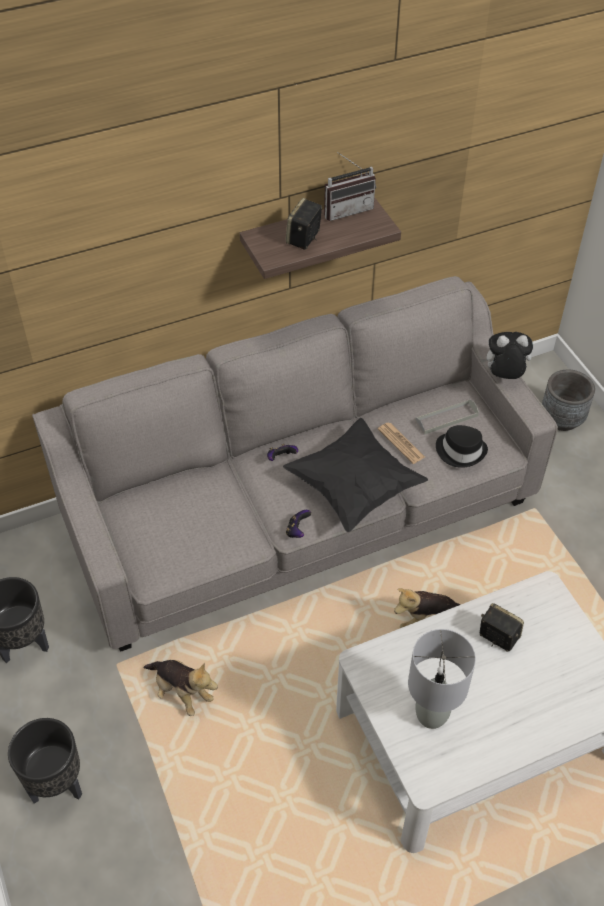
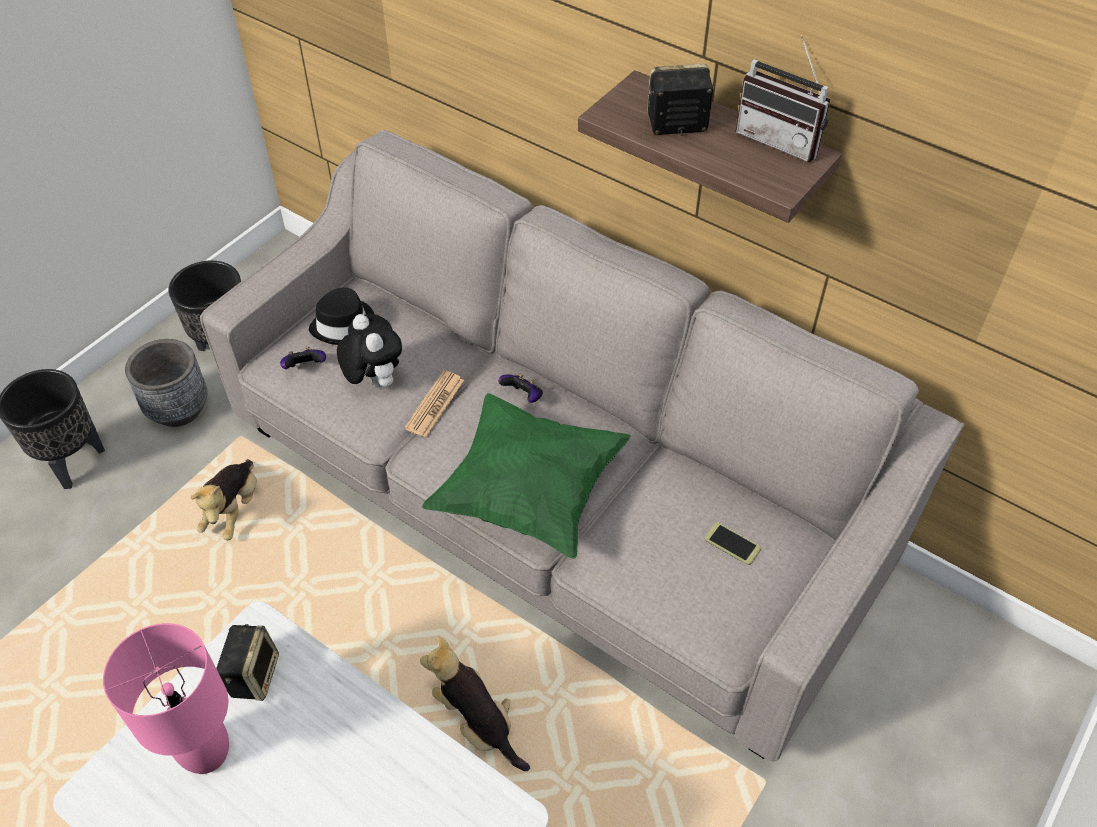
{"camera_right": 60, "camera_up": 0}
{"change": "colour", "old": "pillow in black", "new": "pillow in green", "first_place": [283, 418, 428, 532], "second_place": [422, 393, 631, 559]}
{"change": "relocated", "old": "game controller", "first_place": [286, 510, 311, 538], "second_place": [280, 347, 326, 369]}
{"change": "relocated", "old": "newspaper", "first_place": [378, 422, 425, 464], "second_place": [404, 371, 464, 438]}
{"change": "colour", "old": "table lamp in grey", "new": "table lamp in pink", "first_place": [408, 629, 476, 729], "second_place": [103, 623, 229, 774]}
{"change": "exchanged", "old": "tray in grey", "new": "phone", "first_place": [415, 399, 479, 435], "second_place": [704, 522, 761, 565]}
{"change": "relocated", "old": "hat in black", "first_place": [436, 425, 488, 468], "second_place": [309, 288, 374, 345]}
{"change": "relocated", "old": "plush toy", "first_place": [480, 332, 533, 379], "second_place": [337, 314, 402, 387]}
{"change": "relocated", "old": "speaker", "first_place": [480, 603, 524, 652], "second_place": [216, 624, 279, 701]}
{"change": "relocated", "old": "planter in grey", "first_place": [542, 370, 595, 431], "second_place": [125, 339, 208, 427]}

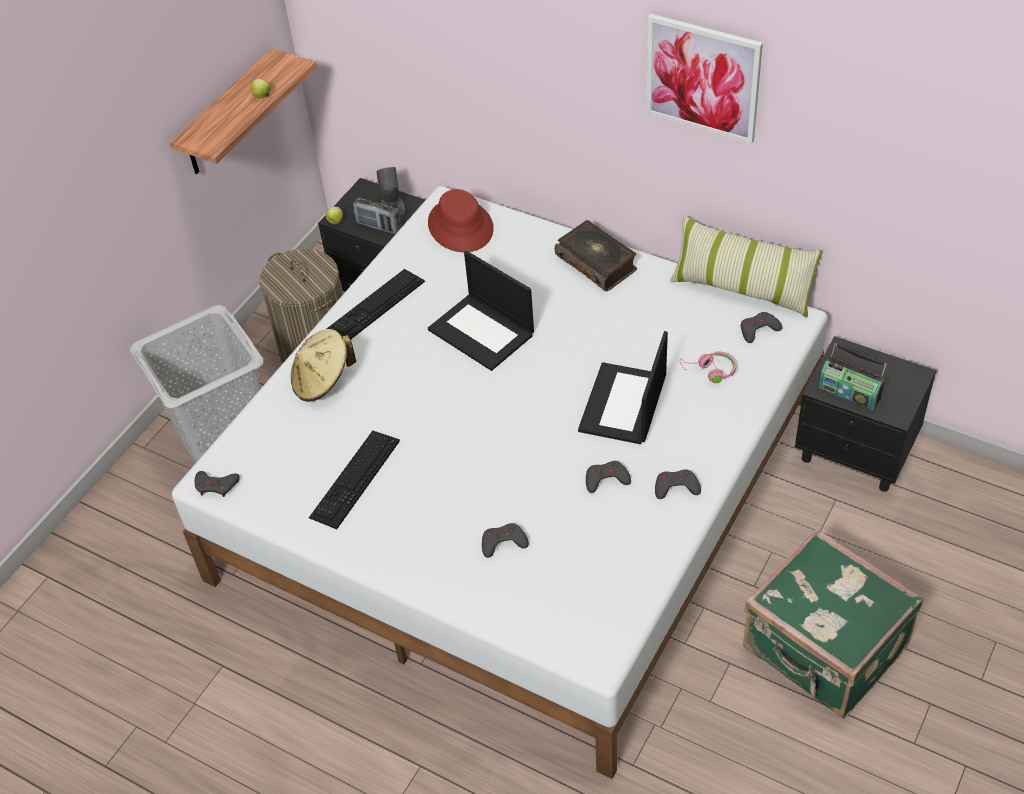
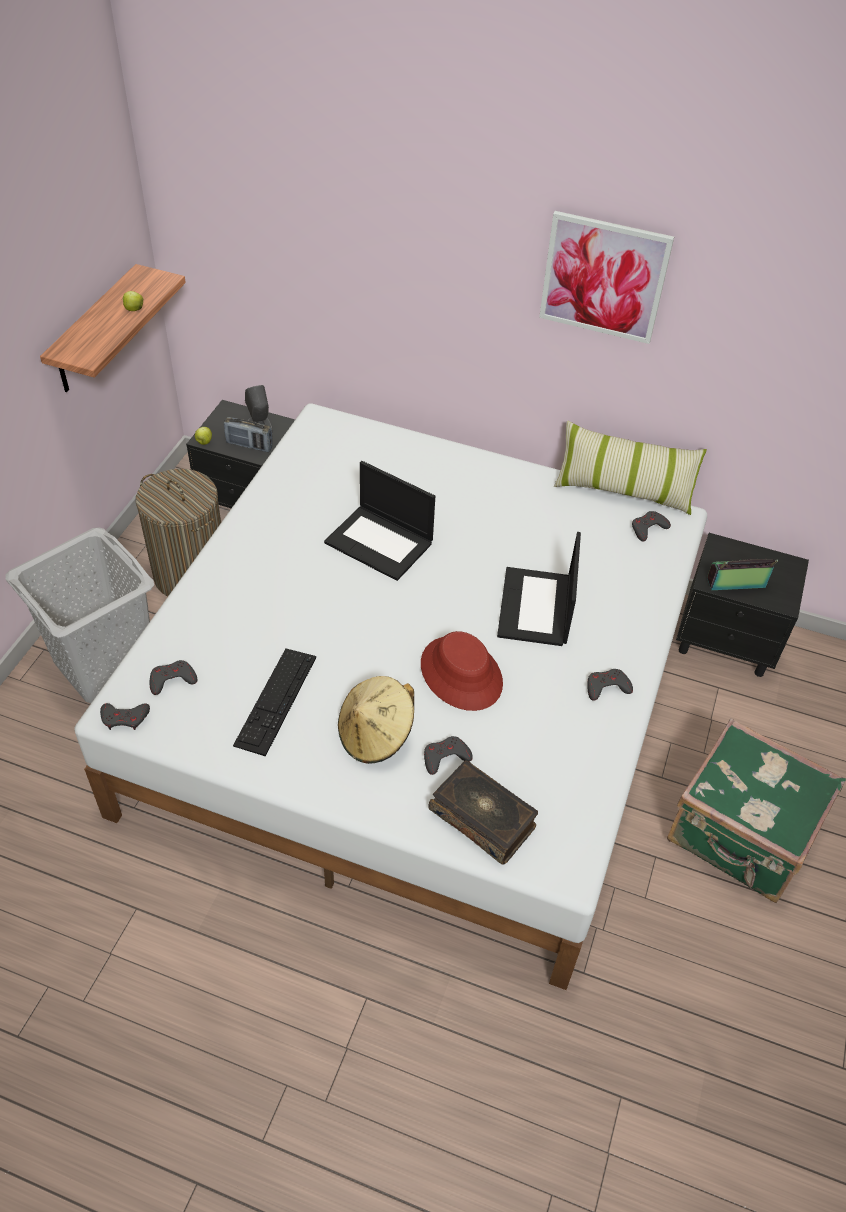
{"camera_right": -15, "camera_up": 0}
{"change": "relocated", "old": "hat in beige", "first_place": [291, 329, 356, 402], "second_place": [338, 676, 414, 764]}
{"change": "missing", "old": "keyboard", "first_place": [327, 269, 425, 339]}
{"change": "relocated", "old": "hat in red", "first_place": [428, 189, 494, 252], "second_place": [421, 631, 503, 711]}
{"change": "relocated", "old": "book", "first_place": [555, 220, 637, 291], "second_place": [429, 760, 538, 865]}
{"change": "relocated", "old": "game controller in grey", "first_place": [586, 461, 631, 493], "second_place": [150, 660, 197, 695]}
{"change": "missing", "old": "headphones in pink", "first_place": [680, 351, 736, 383]}
{"change": "spun", "old": "radio", "first_place": [819, 343, 887, 410], "second_place": [707, 559, 778, 590], "degrees": 150}

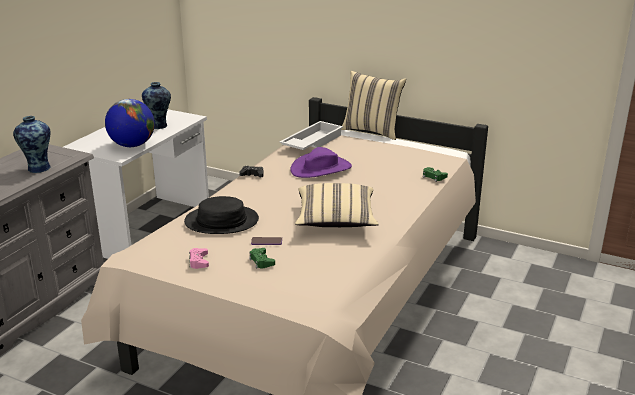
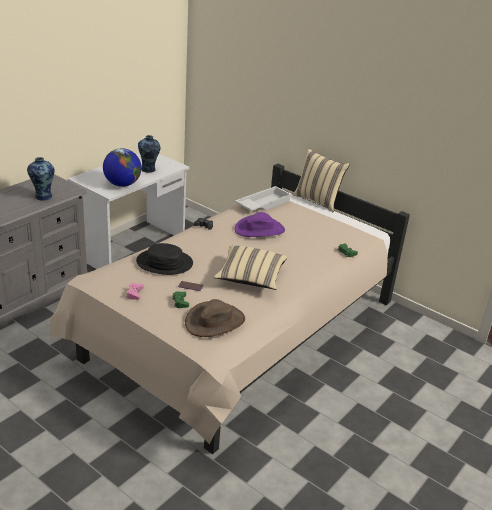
{"camera_right": 10, "camera_up": 5}
{"change": "appeared", "new": "hat in brown", "second_place": [185, 299, 245, 337]}

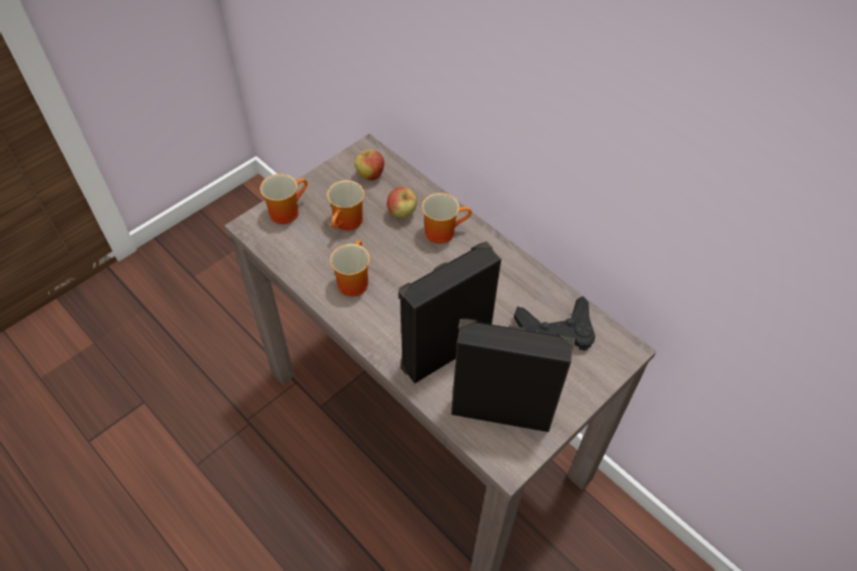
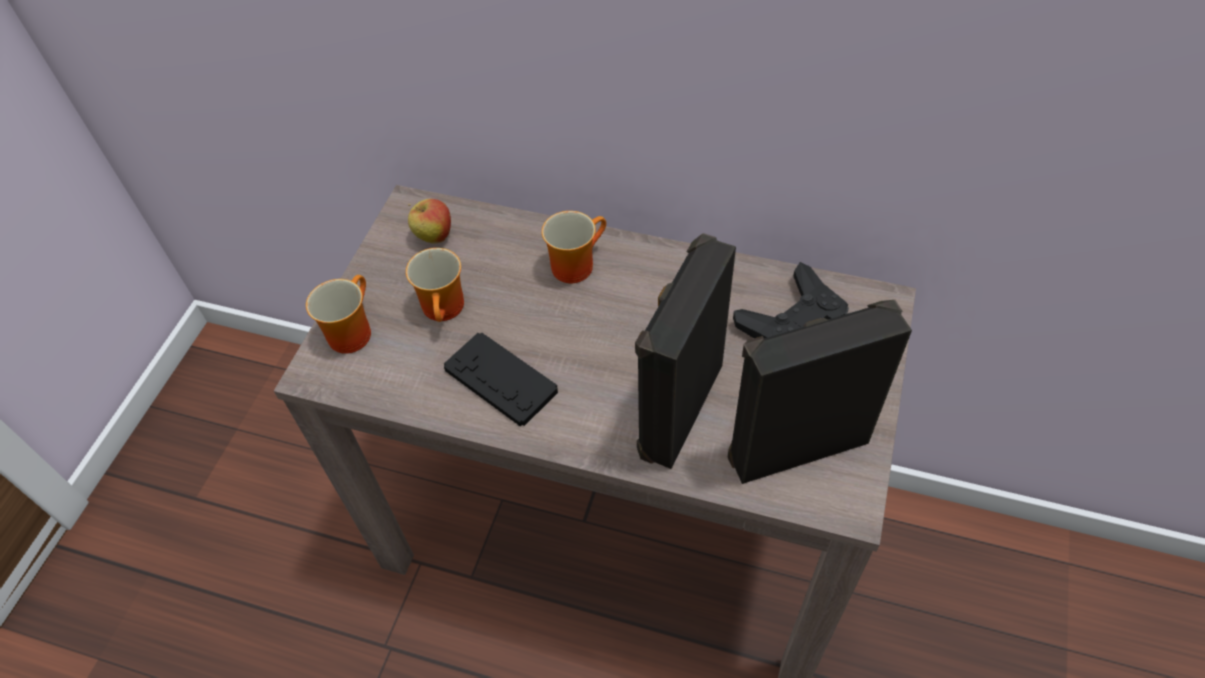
{"camera_right": -25, "camera_up": 0}
{"change": "exchanged", "old": "mug", "new": "game controller in black", "first_place": [330, 240, 370, 297], "second_place": [444, 332, 558, 426]}
{"change": "missing", "old": "apple", "first_place": [387, 187, 417, 219]}

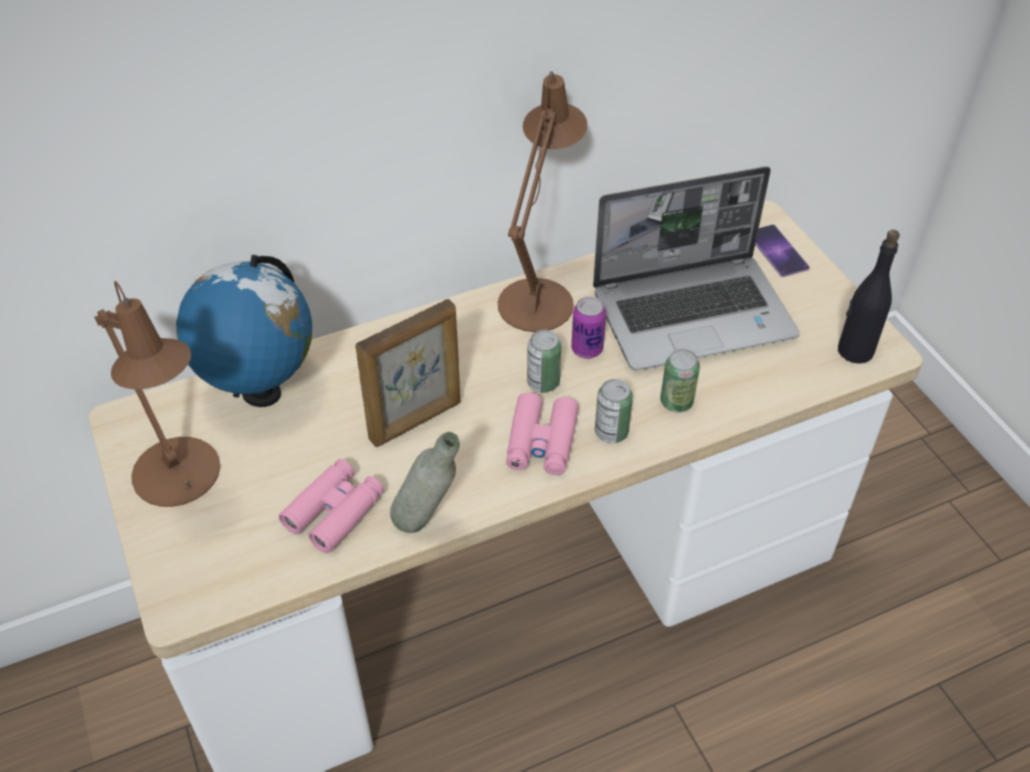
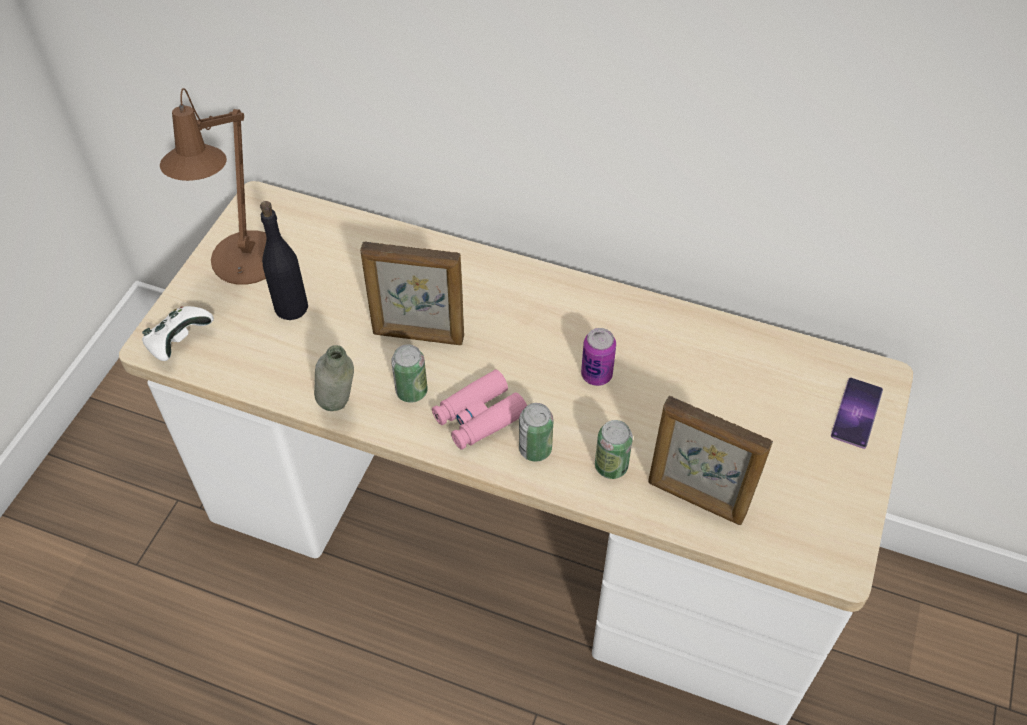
{"camera_right": 45, "camera_up": 5}
{"change": "missing", "old": "globe", "first_place": [176, 255, 312, 407]}
{"change": "missing", "old": "binoculars in pink", "first_place": [279, 459, 384, 553]}
{"change": "missing", "old": "table lamp in brown", "first_place": [498, 71, 588, 332]}
{"change": "relocated", "old": "can", "first_place": [527, 330, 561, 393], "second_place": [391, 344, 428, 403]}
{"change": "missing", "old": "laptop", "first_place": [593, 167, 800, 370]}
{"change": "relocated", "old": "bottle in black", "first_place": [838, 230, 900, 364], "second_place": [260, 201, 308, 320]}
{"change": "appeared", "new": "game controller in white", "second_place": [142, 306, 214, 361]}
{"change": "appeared", "new": "picture frame", "second_place": [648, 396, 773, 525]}

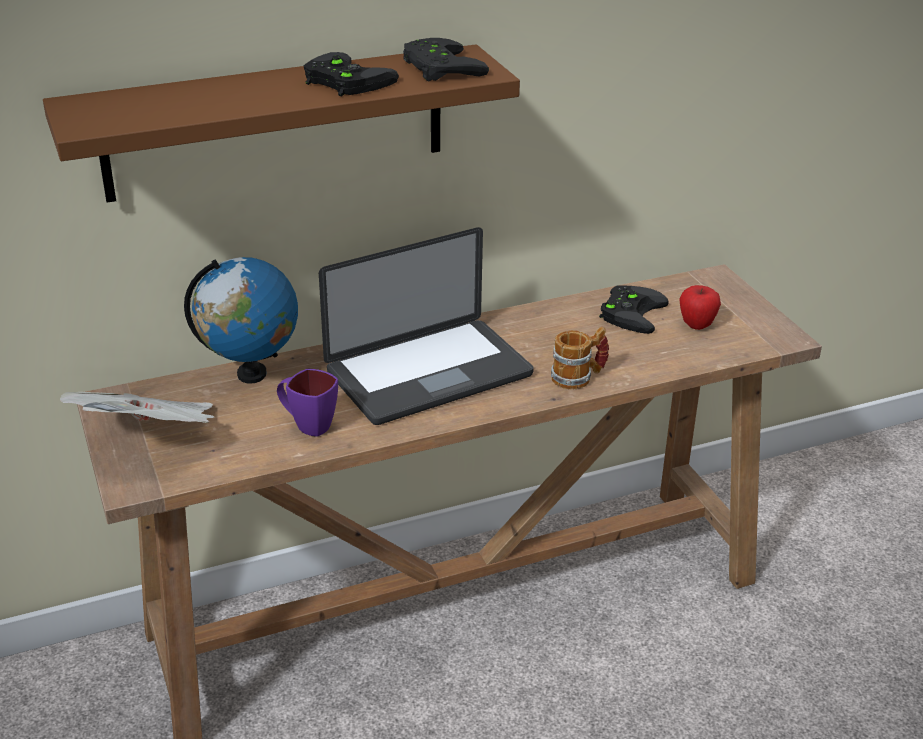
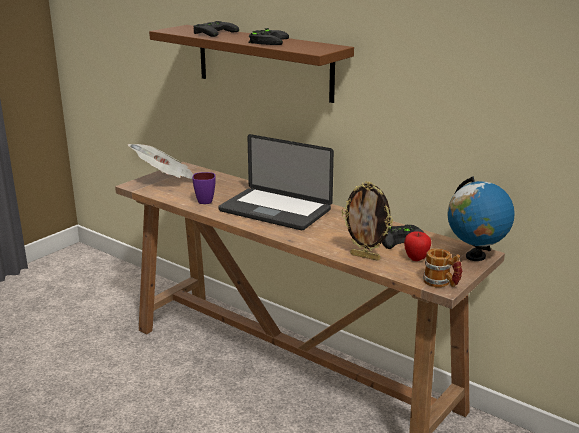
{"camera_right": 60, "camera_up": -10}
{"change": "relocated", "old": "globe", "first_place": [184, 257, 298, 384], "second_place": [447, 176, 515, 261]}
{"change": "relocated", "old": "game controller in black", "first_place": [403, 38, 489, 82], "second_place": [193, 21, 239, 37]}
{"change": "relocated", "old": "mug", "first_place": [551, 327, 609, 389], "second_place": [423, 248, 462, 287]}
{"change": "appeared", "new": "picture frame", "second_place": [342, 181, 393, 261]}

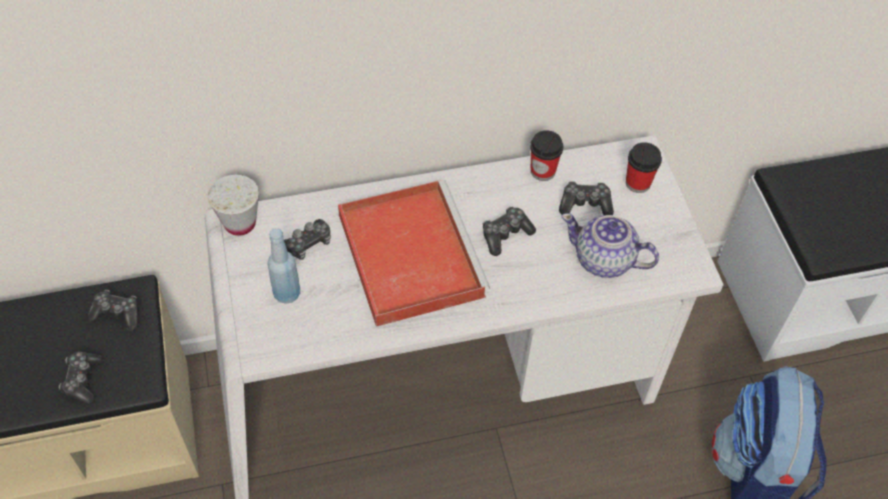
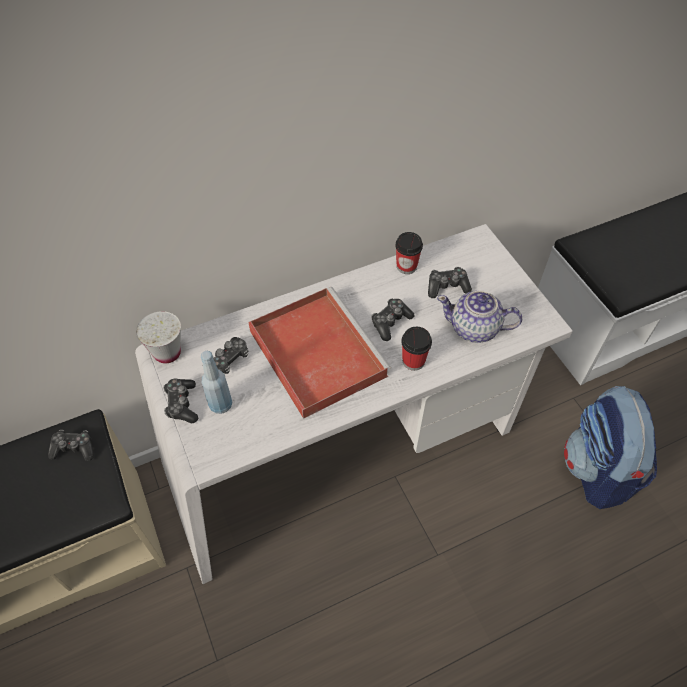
{"camera_right": -10, "camera_up": 0}
{"change": "relocated", "old": "game controller", "first_place": [59, 351, 104, 405], "second_place": [163, 379, 198, 423]}
{"change": "relocated", "old": "cup", "first_place": [626, 142, 662, 193], "second_place": [401, 327, 432, 371]}

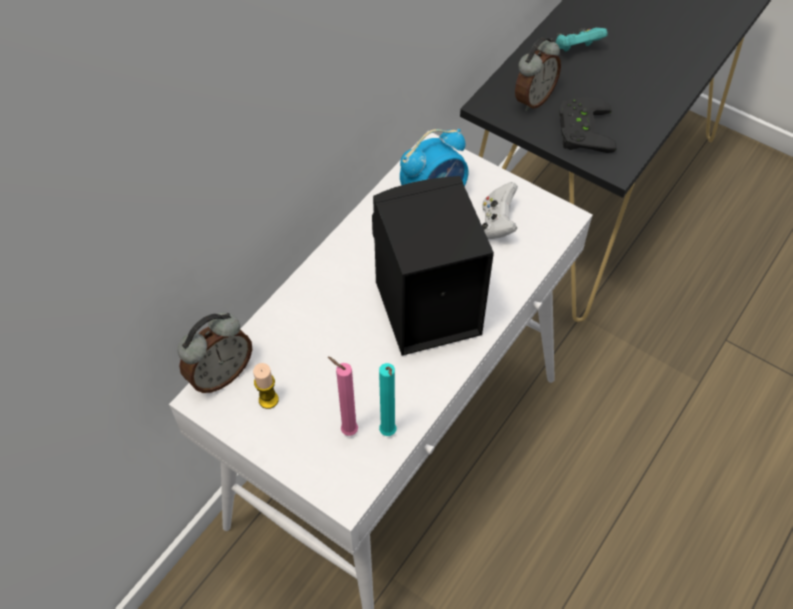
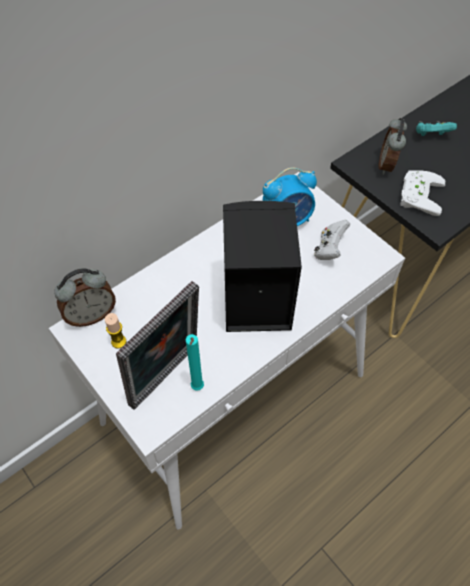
{"camera_right": 15, "camera_up": 0}
{"change": "exchanged", "old": "candle in pink", "new": "picture frame", "first_place": [328, 357, 358, 436], "second_place": [116, 281, 199, 410]}
{"change": "spun", "old": "alarm clock", "first_place": [515, 37, 561, 111], "second_place": [379, 118, 407, 175], "degrees": 135}
{"change": "colour", "old": "game controller in black", "new": "game controller in white", "first_place": [559, 97, 617, 153], "second_place": [400, 170, 445, 216]}

